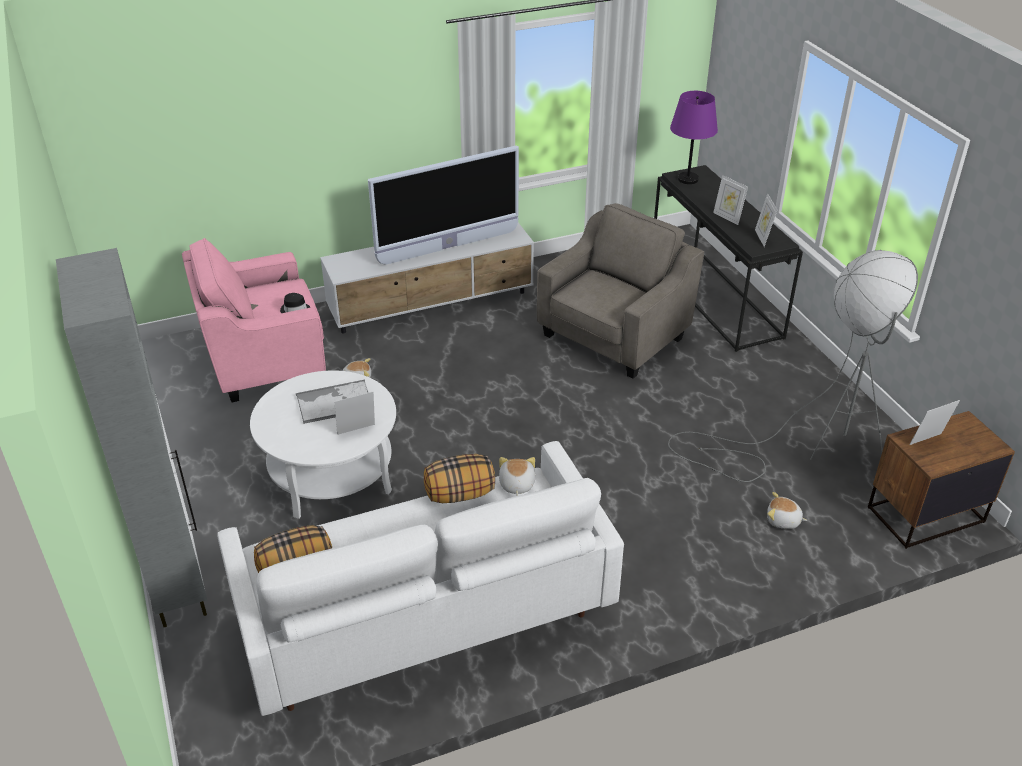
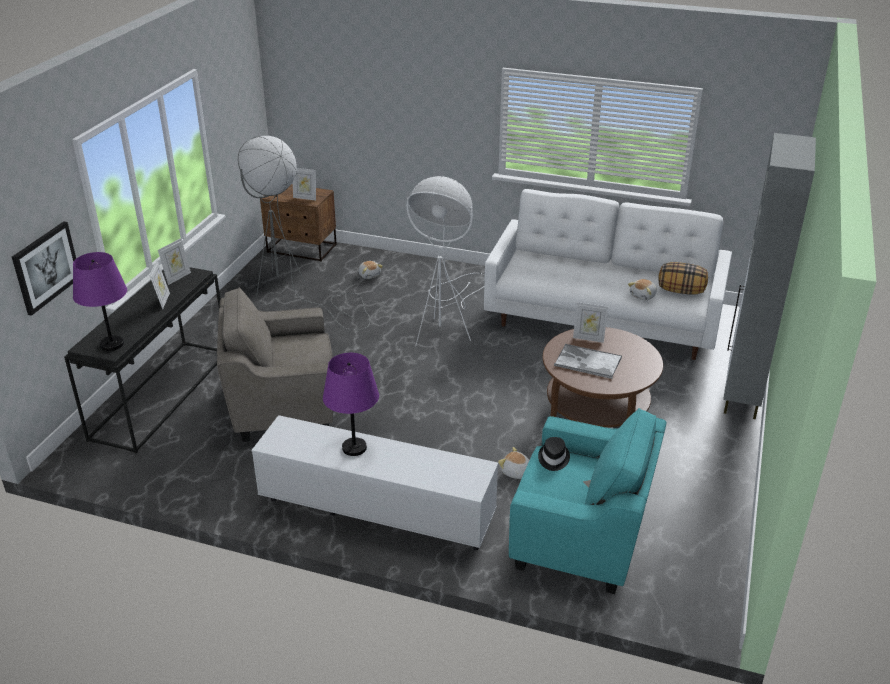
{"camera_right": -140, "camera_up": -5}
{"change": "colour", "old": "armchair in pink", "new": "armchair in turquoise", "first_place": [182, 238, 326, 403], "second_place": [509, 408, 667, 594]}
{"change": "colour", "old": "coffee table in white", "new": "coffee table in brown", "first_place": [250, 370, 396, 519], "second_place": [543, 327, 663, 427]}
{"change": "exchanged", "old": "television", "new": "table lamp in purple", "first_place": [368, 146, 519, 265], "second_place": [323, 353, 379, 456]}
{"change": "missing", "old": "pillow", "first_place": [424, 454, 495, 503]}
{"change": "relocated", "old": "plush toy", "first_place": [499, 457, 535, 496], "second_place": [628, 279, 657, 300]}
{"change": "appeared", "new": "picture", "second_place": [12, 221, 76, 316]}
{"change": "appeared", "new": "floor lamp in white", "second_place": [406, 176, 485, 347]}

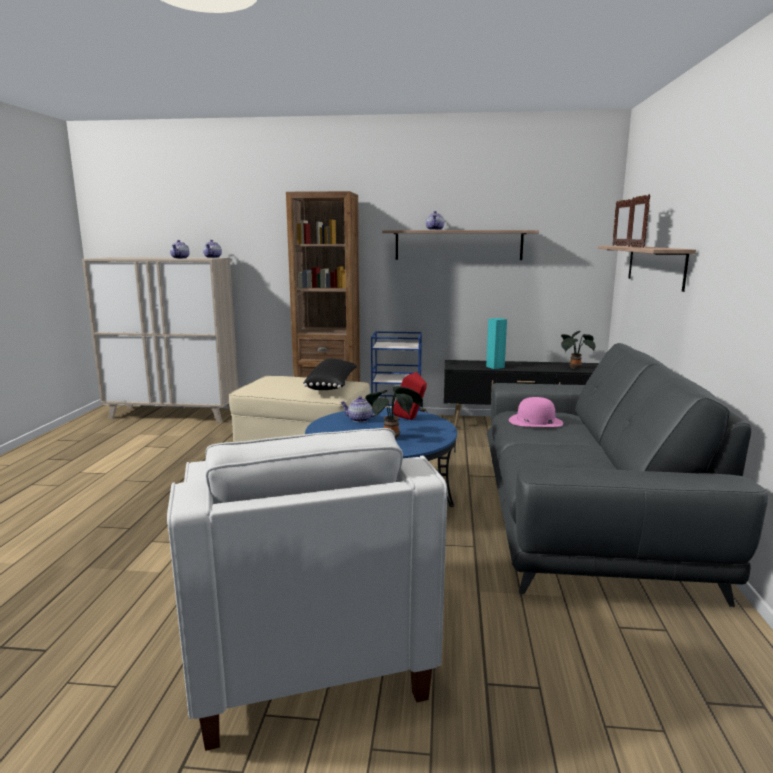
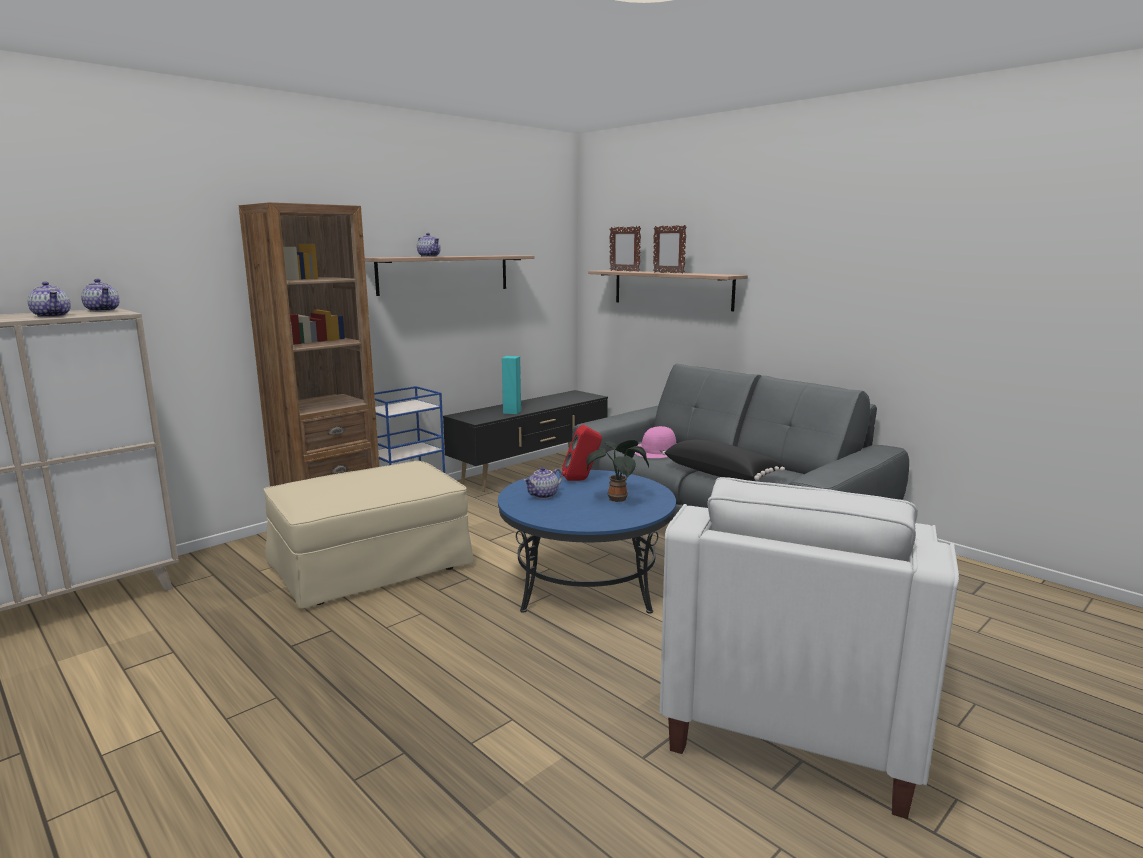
{"camera_right": -50, "camera_up": 0}
{"change": "spun", "old": "armchair in white", "first_place": [167, 428, 447, 751], "second_place": [660, 477, 959, 819], "degrees": 90}
{"change": "relocated", "old": "pillow in black", "first_place": [303, 358, 357, 390], "second_place": [662, 440, 785, 481]}
{"change": "missing", "old": "potted plant", "first_place": [561, 331, 596, 369]}

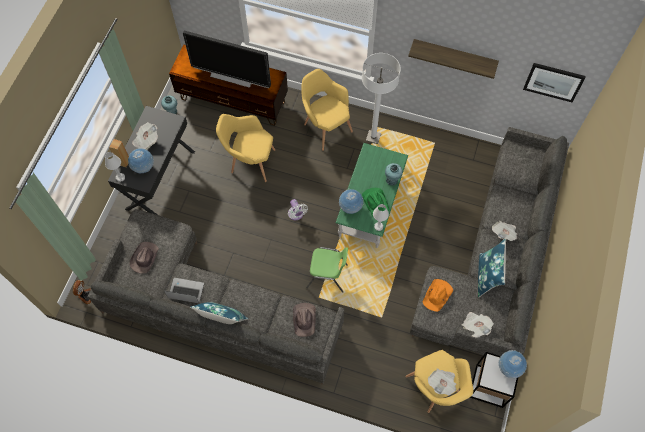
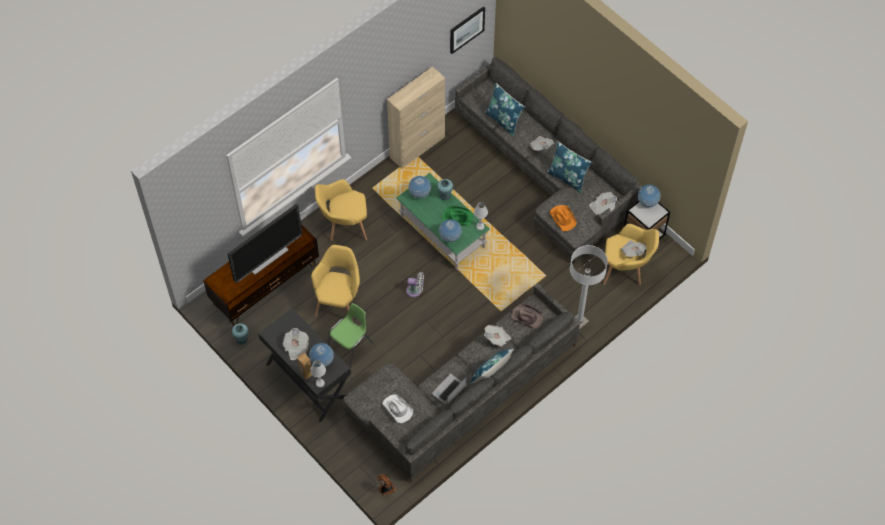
{"camera_right": -60, "camera_up": -5}
{"change": "colour", "old": "hat in brown", "new": "hat in white", "first_place": [130, 242, 159, 274], "second_place": [382, 394, 413, 423]}
{"change": "spun", "old": "armchair in yellow", "first_place": [216, 114, 275, 182], "second_place": [311, 245, 360, 321], "degrees": 150}
{"change": "relocated", "old": "chair in green", "first_place": [306, 247, 348, 293], "second_place": [328, 303, 373, 368]}
{"change": "relocated", "old": "floor lamp in white", "first_place": [362, 53, 401, 144], "second_place": [570, 245, 608, 330]}
{"change": "missing", "old": "shelf", "first_place": [408, 39, 499, 79]}
{"change": "appeared", "new": "cabinet in beige", "second_place": [387, 66, 445, 168]}
{"change": "appeared", "new": "globe", "second_place": [409, 176, 431, 198]}
{"change": "appeared", "new": "newspaper", "second_place": [484, 325, 511, 346]}
{"change": "appeared", "new": "pillow in blue", "second_place": [485, 83, 525, 137]}

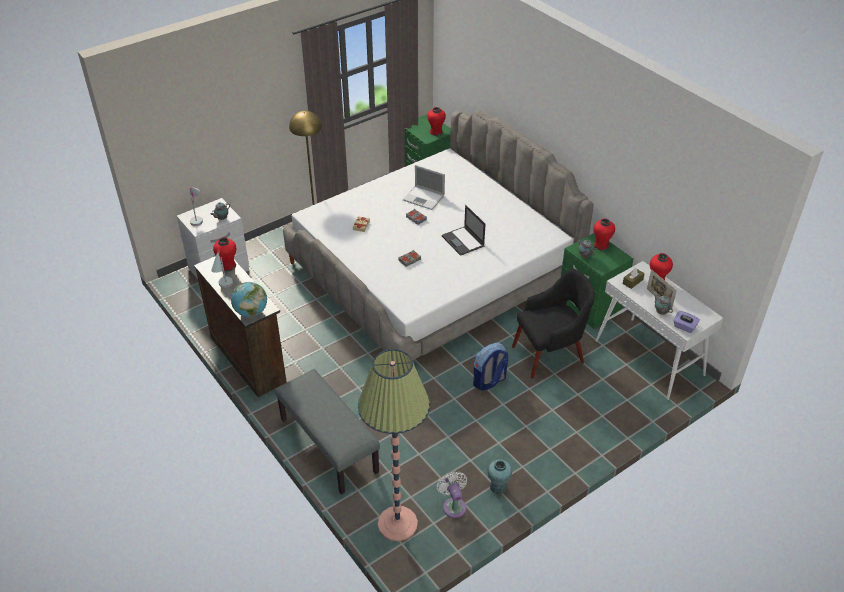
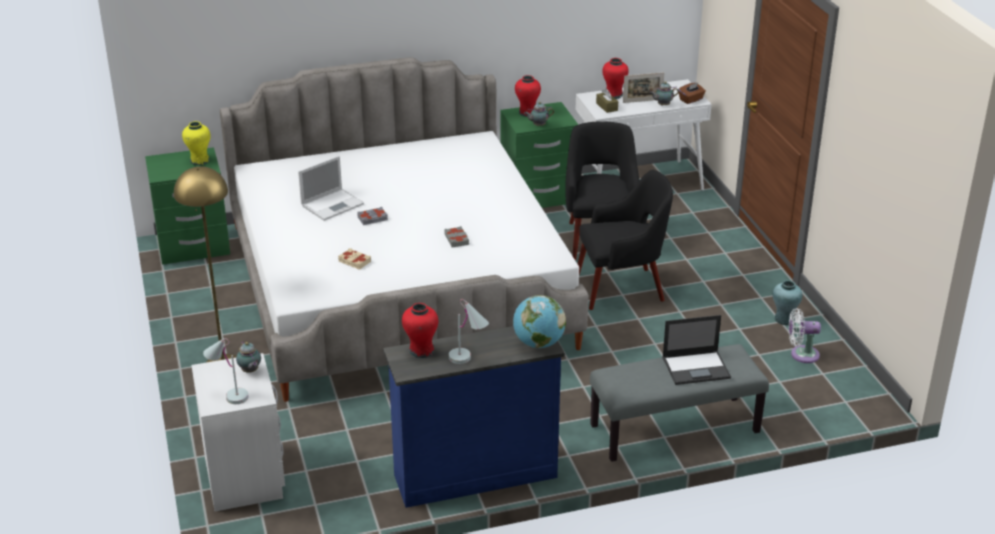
{"camera_right": -70, "camera_up": -10}
{"change": "colour", "old": "dresser in brown", "new": "dresser in blue", "first_place": [194, 256, 287, 397], "second_place": [383, 326, 565, 508]}
{"change": "missing", "old": "floor lamp", "first_place": [358, 349, 430, 541]}
{"change": "colour", "old": "vase in red", "new": "vase in yellow", "first_place": [427, 107, 446, 136], "second_place": [182, 121, 211, 165]}
{"change": "relocated", "old": "laptop", "first_place": [442, 205, 486, 256], "second_place": [662, 315, 731, 385]}
{"change": "exchanged", "old": "backpack", "new": "armchair in black", "first_place": [473, 343, 509, 391], "second_place": [578, 170, 673, 310]}
{"change": "colour", "old": "tissue box in purple", "new": "tissue box in brown", "first_place": [673, 311, 700, 333], "second_place": [678, 82, 706, 104]}

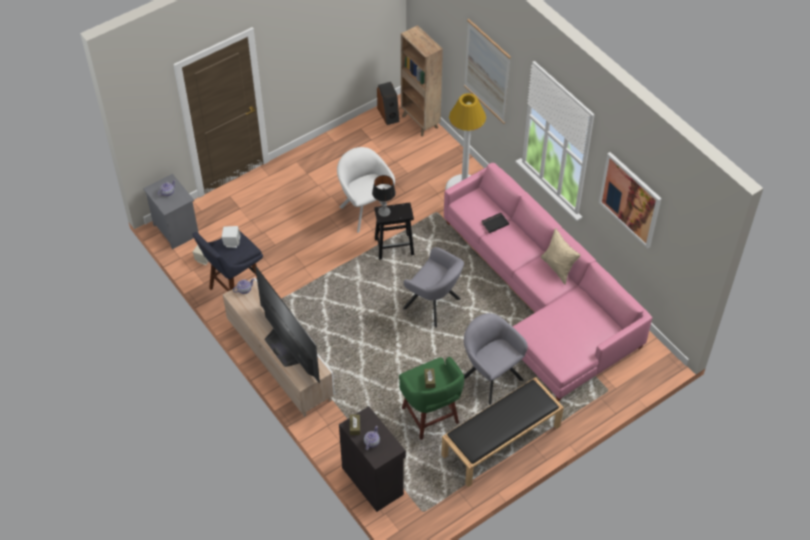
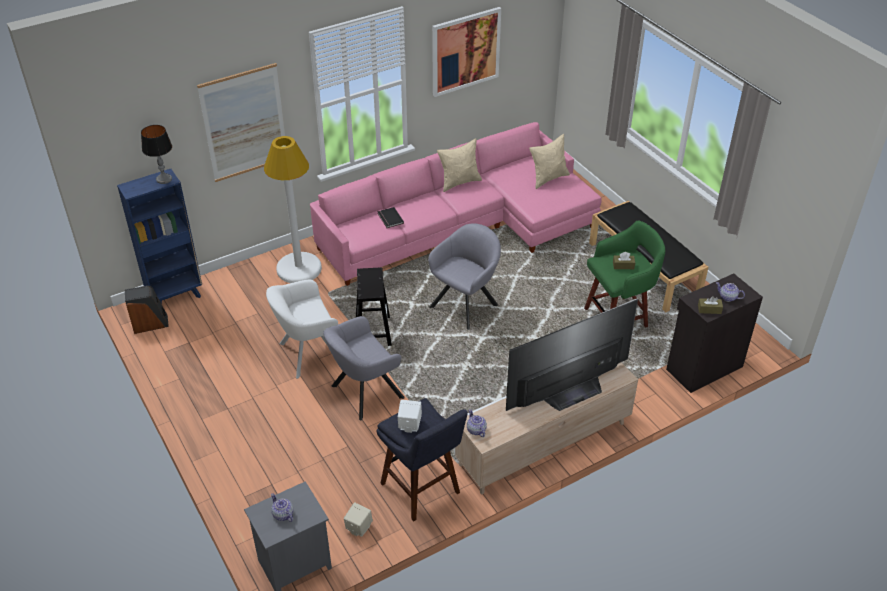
{"camera_right": -85, "camera_up": -10}
{"change": "relocated", "old": "table lamp", "first_place": [372, 175, 396, 217], "second_place": [141, 125, 172, 184]}
{"change": "colour", "old": "bookcase in brown", "new": "bookcase in blue", "first_place": [401, 25, 443, 136], "second_place": [117, 169, 202, 304]}
{"change": "relocated", "old": "armchair in grey", "first_place": [464, 313, 528, 405], "second_place": [323, 316, 405, 420]}
{"change": "appeared", "new": "pillow in beige", "second_place": [529, 133, 570, 189]}

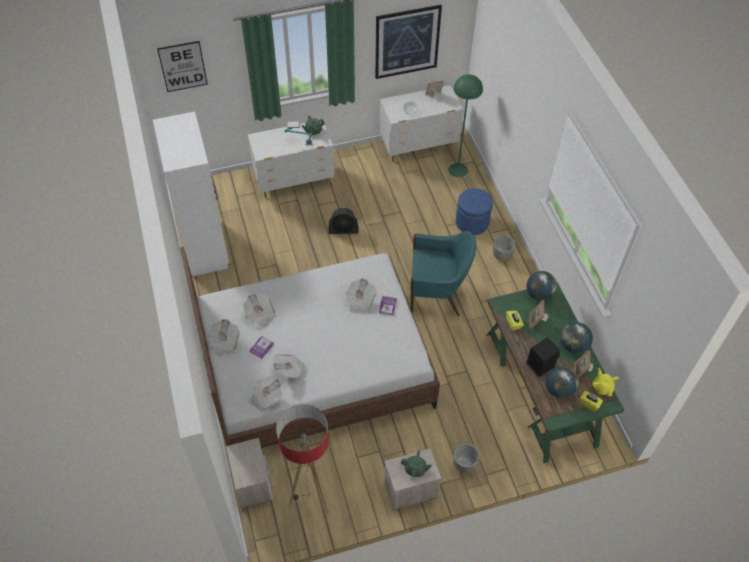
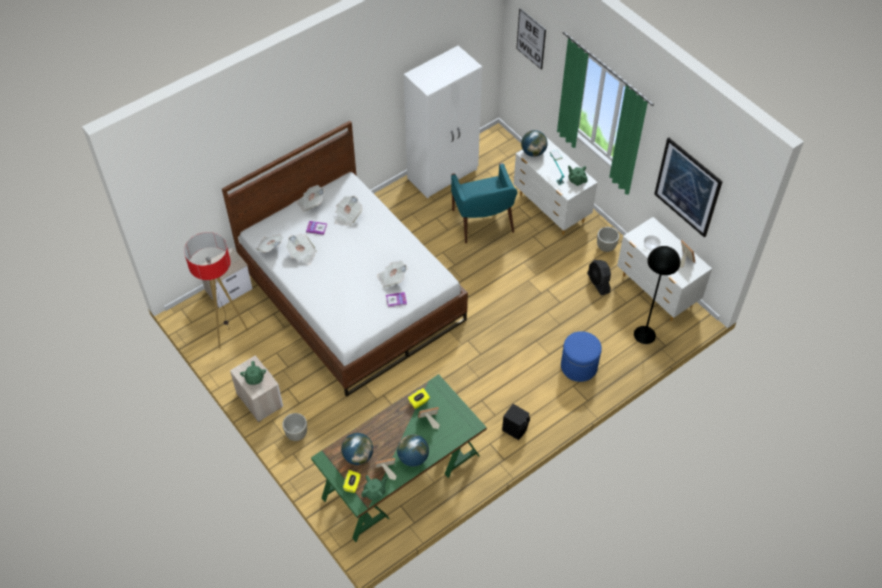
{"camera_right": 70, "camera_up": 0}
{"change": "relocated", "old": "fan in black", "first_place": [329, 208, 359, 234], "second_place": [587, 260, 611, 296]}
{"change": "relocated", "old": "armchair in turquoise", "first_place": [411, 231, 476, 316], "second_place": [451, 163, 517, 244]}
{"change": "colour", "old": "floor lamp in green", "new": "floor lamp in black", "first_place": [448, 74, 483, 177], "second_place": [634, 246, 680, 344]}
{"change": "relocated", "old": "planter in grey", "first_place": [493, 235, 515, 261], "second_place": [597, 227, 619, 252]}
{"change": "relocated", "old": "globe", "first_place": [526, 271, 557, 301], "second_place": [521, 130, 548, 157]}
{"change": "relocated", "old": "speaker in black", "first_place": [526, 337, 560, 377], "second_place": [502, 404, 530, 440]}
{"change": "colour", "old": "teapot in yellow", "new": "teapot in green", "first_place": [592, 368, 619, 396], "second_place": [361, 475, 387, 500]}

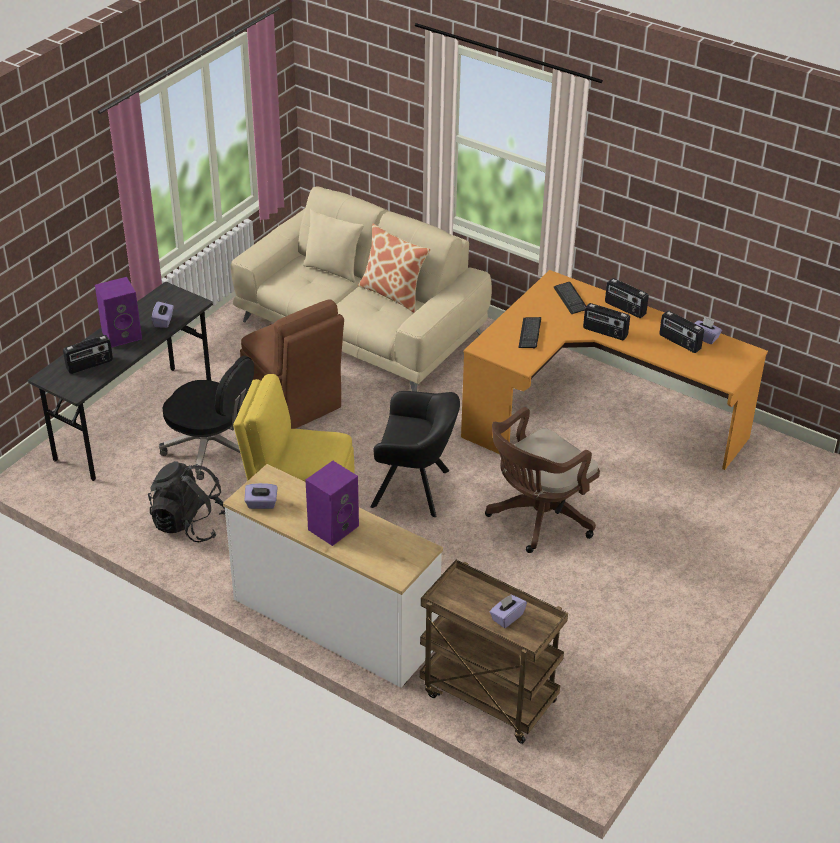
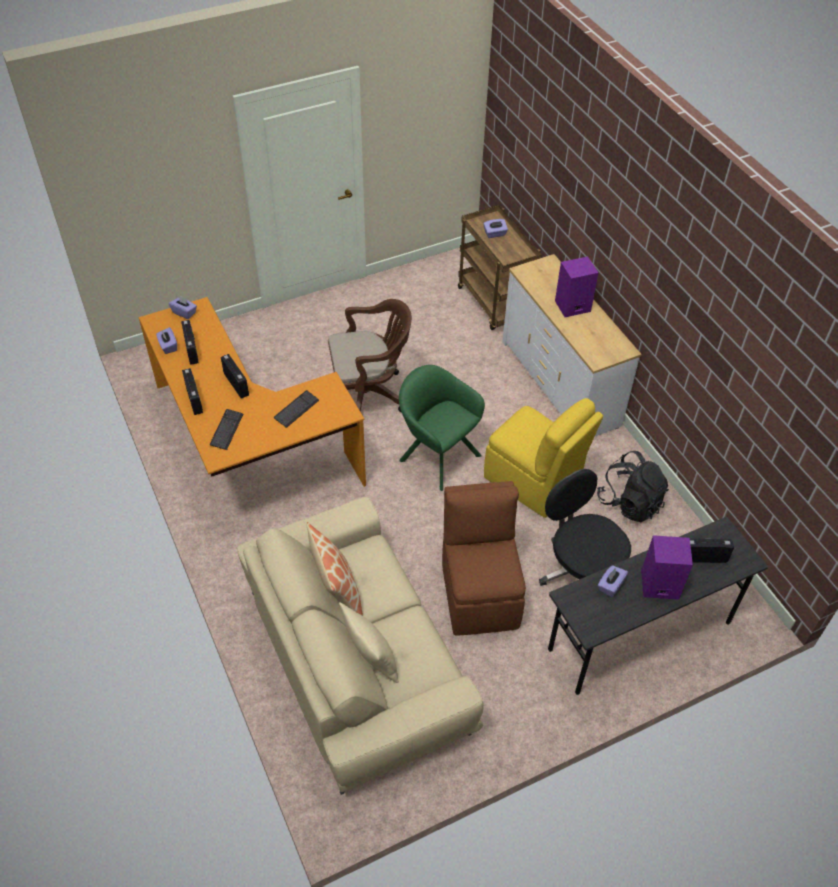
{"camera_right": -150, "camera_up": 10}
{"change": "relocated", "old": "tissue box in purple", "first_place": [244, 483, 278, 509], "second_place": [169, 295, 197, 319]}
{"change": "colour", "old": "armchair in black", "new": "armchair in green", "first_place": [371, 391, 460, 517], "second_place": [399, 365, 485, 491]}

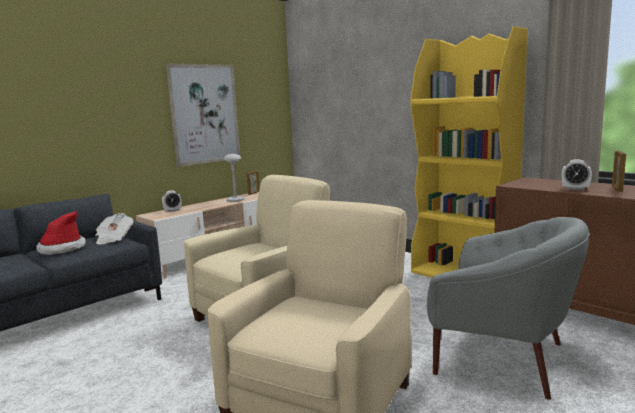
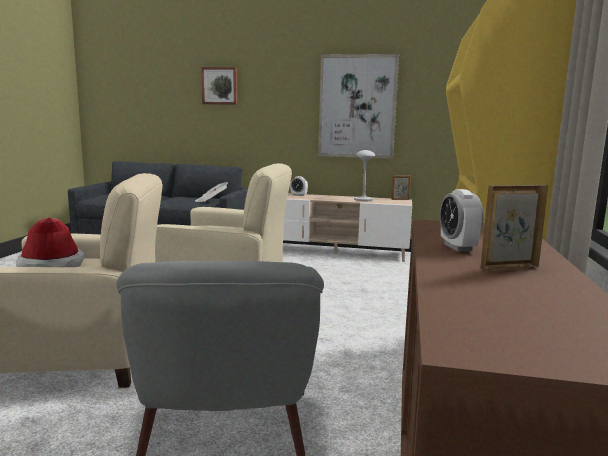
{"camera_right": 55, "camera_up": 0}
{"change": "relocated", "old": "hat", "first_place": [36, 211, 86, 255], "second_place": [16, 217, 84, 267]}
{"change": "appeared", "new": "picture", "second_place": [201, 67, 237, 105]}

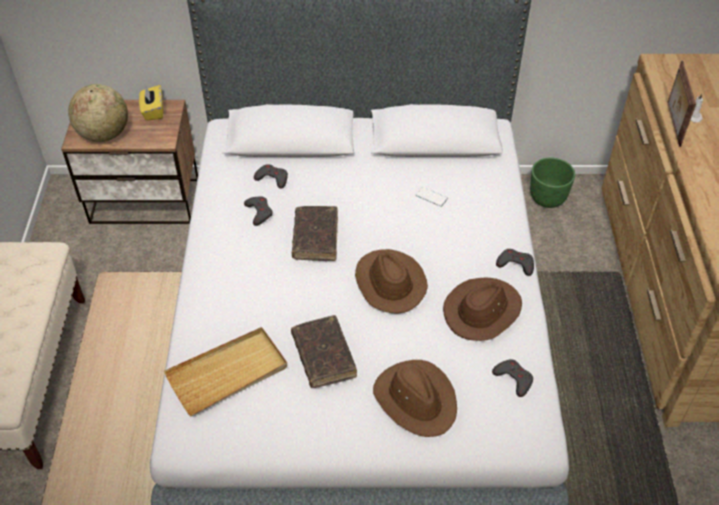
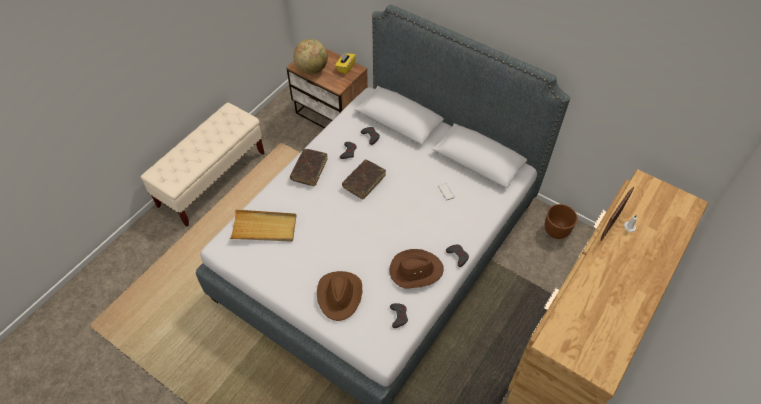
{"camera_right": 35, "camera_up": 5}
{"change": "relocated", "old": "book in brown", "first_place": [291, 315, 357, 388], "second_place": [290, 149, 328, 186]}
{"change": "missing", "old": "hat in brown", "first_place": [355, 249, 428, 314]}
{"change": "colour", "old": "planter in green", "new": "planter in brown", "first_place": [530, 158, 575, 208], "second_place": [545, 204, 578, 239]}

